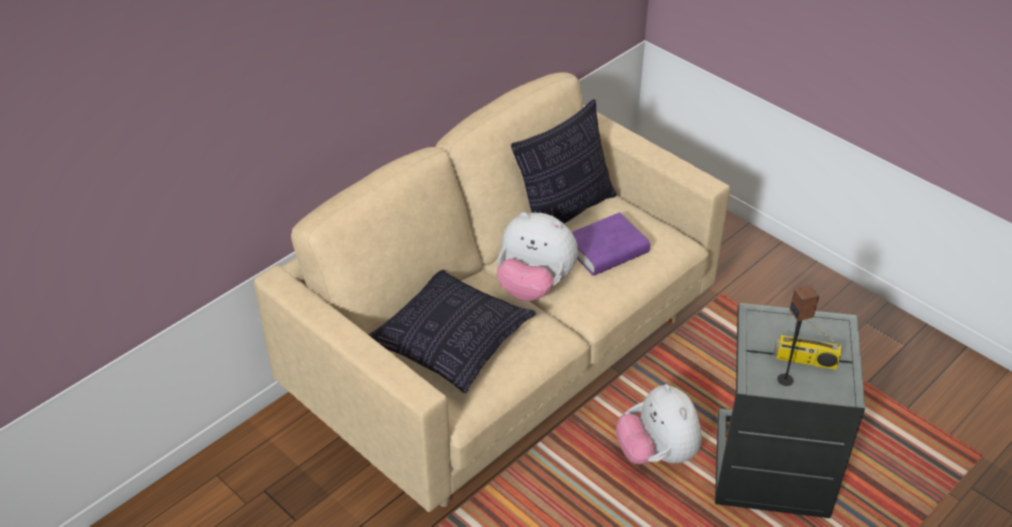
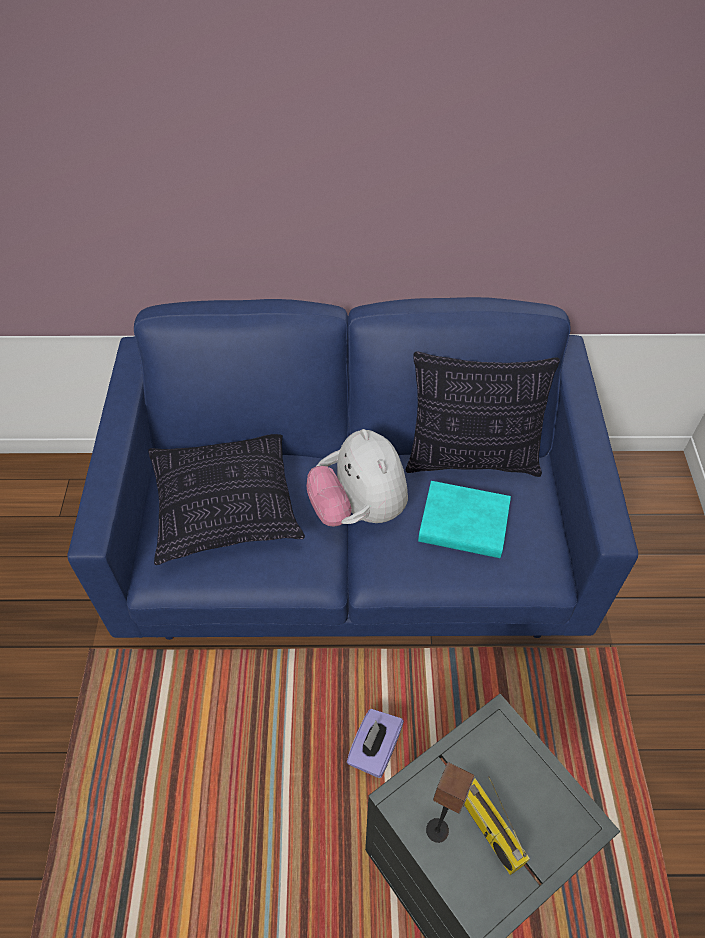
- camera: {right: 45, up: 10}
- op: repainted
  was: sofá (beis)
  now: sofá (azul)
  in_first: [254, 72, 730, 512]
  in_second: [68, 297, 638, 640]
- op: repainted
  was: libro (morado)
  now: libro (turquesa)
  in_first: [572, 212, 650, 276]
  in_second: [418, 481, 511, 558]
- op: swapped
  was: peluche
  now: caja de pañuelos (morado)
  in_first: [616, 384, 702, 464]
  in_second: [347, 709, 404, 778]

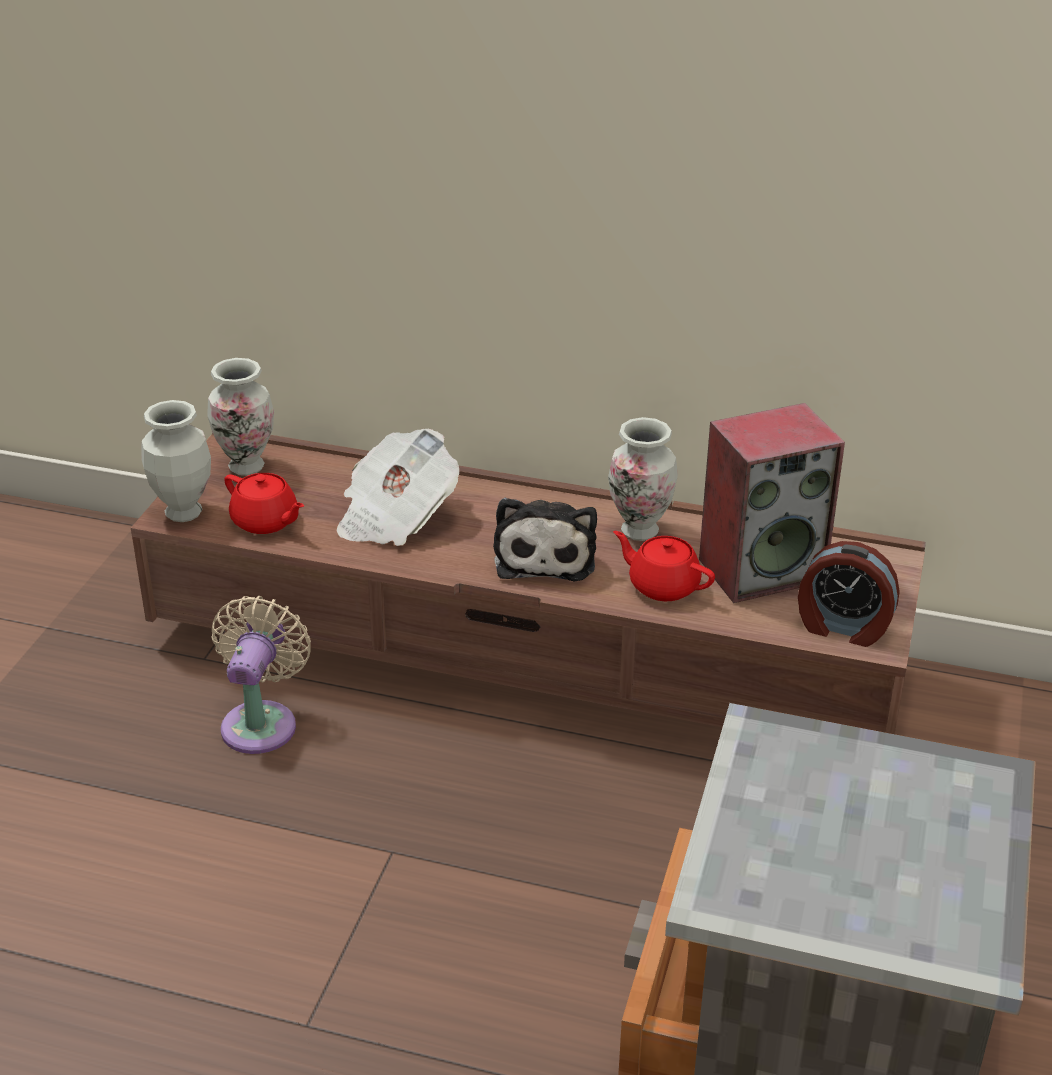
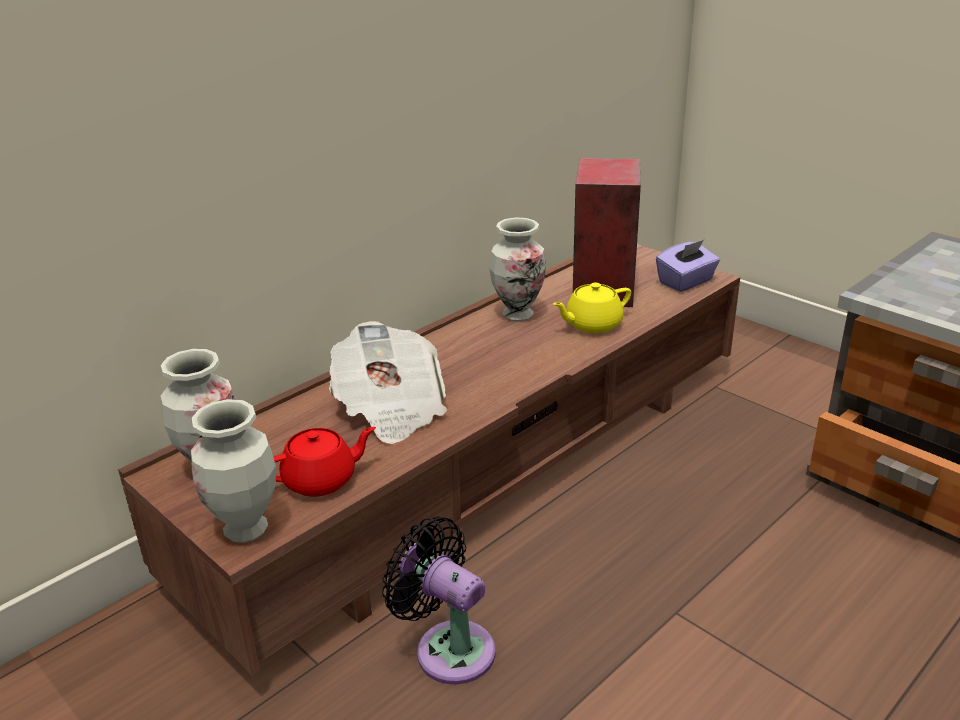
- camera: {right: -60, up: -5}
- op: repainted
  was: ventilador (beis)
  now: ventilador (negro)
  in_first: [212, 596, 311, 754]
  in_second: [382, 516, 496, 684]
- op: gone
  was: peluche
  in_first: [493, 498, 597, 582]
- op: repainted
  was: tetera (rojo)
  now: tetera (amarillo)
  in_first: [613, 531, 715, 601]
  in_second: [553, 282, 631, 333]
- op: swapped
  was: despertador
  now: caja de pañuelos (morado)
  in_first: [798, 541, 900, 647]
  in_second: [656, 240, 720, 292]

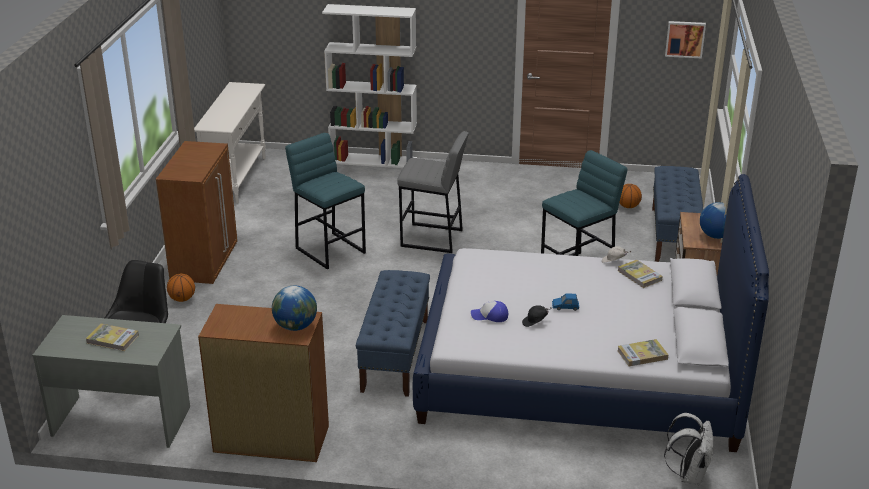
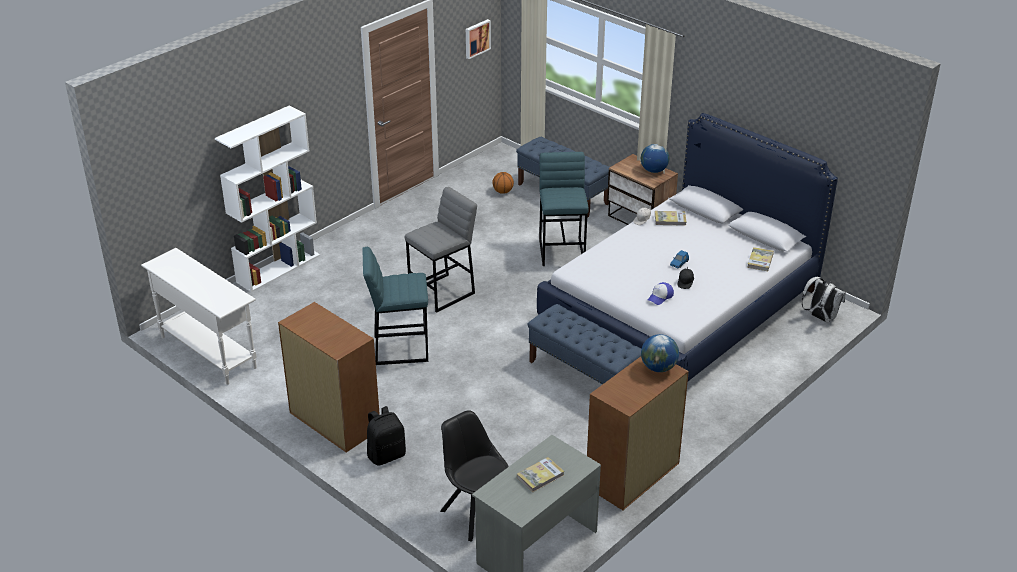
- camera: {right: -55, up: 5}
- op: swapped
  was: balón de baloncesto
  now: mochila (negro)
  in_first: [167, 274, 195, 302]
  in_second: [367, 406, 406, 466]

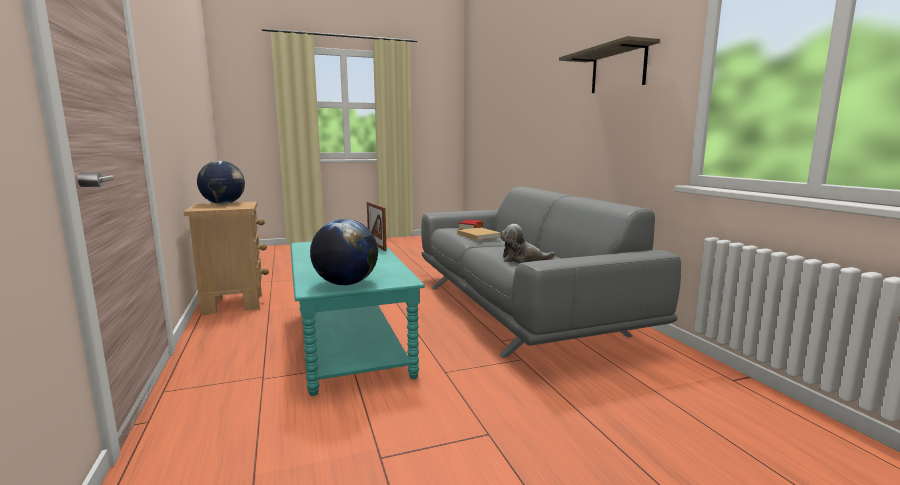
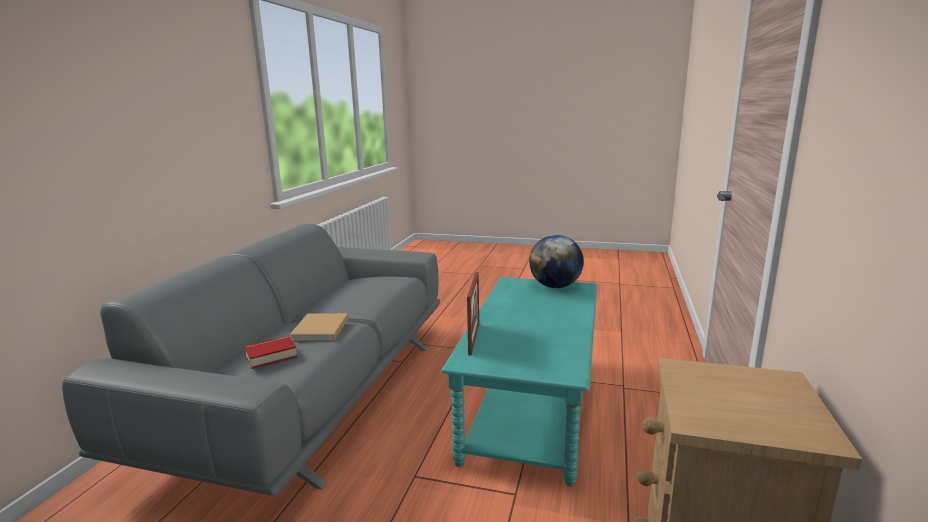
- camera: {right: -145, up: 5}
- op: gone
  was: globo terráqueo
  in_first: [197, 161, 245, 204]
- op: gone
  was: peluche
  in_first: [500, 224, 555, 263]
- op: gone
  was: estante
  in_first: [559, 36, 660, 93]

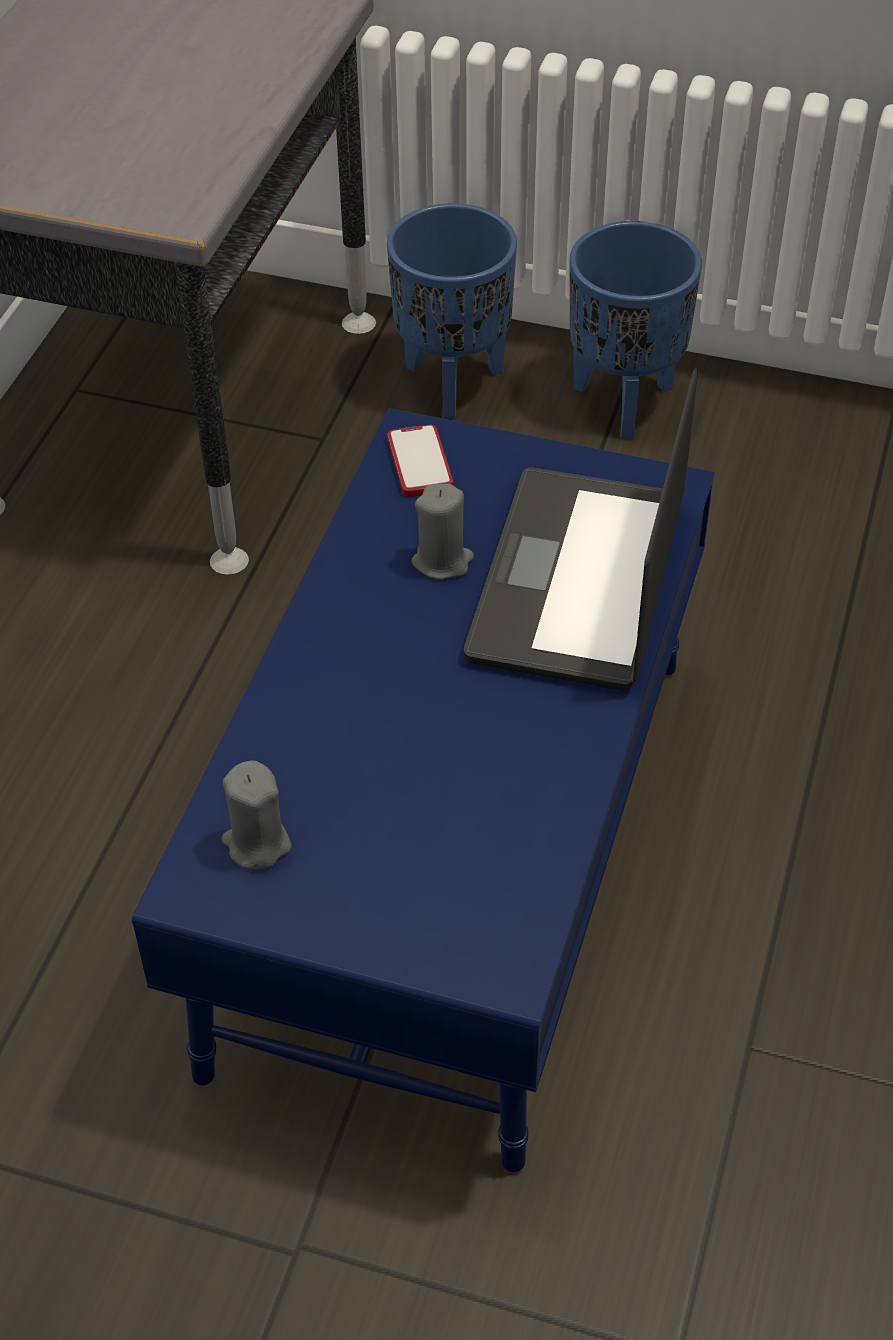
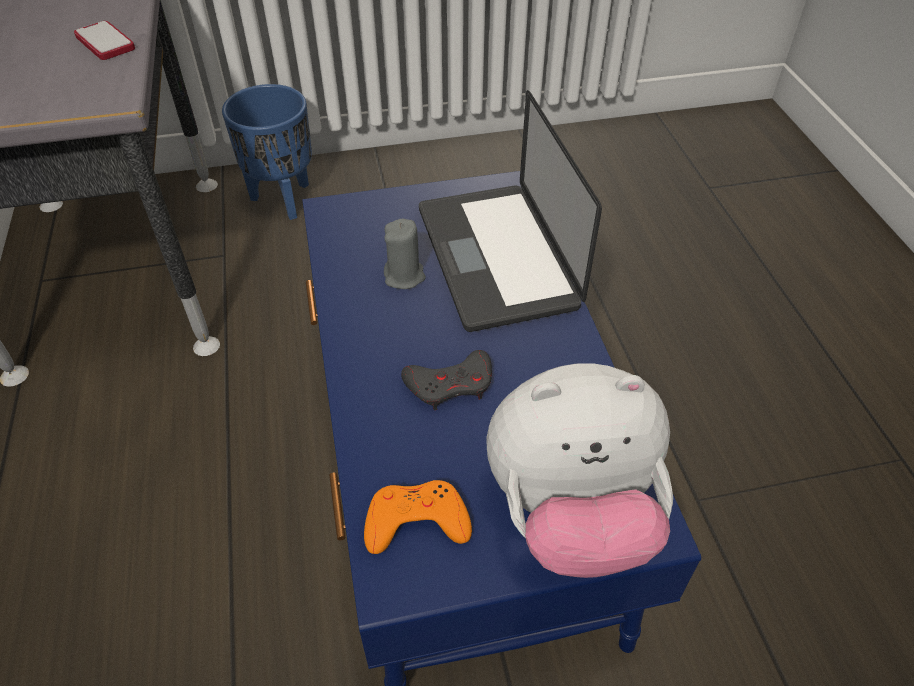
- camera: {right: -30, up: 0}
- op: swapped
  was: vela (gris)
  now: mando de consola (naranja)
  in_first: [222, 761, 291, 870]
  in_second: [364, 480, 472, 554]
- op: shifted
  was: móvil
  in_first: [387, 425, 453, 497]
  in_second: [74, 21, 135, 60]
- op: gone
  was: maceta (azul)
  in_first: [569, 221, 702, 438]
- op: new
  now: mando de consola (gris)
  in_second: [401, 350, 492, 410]
- op: new
  now: peluche
  in_second: [487, 363, 673, 578]

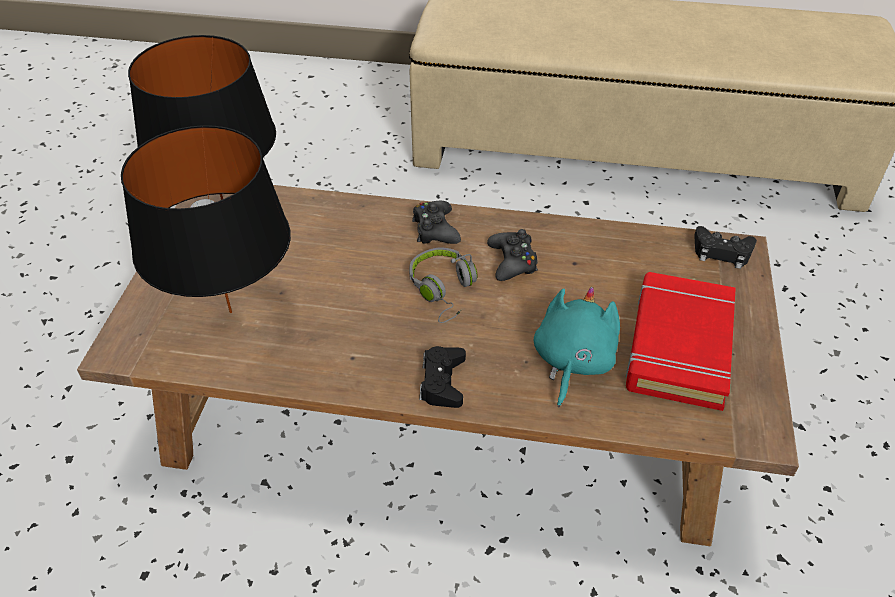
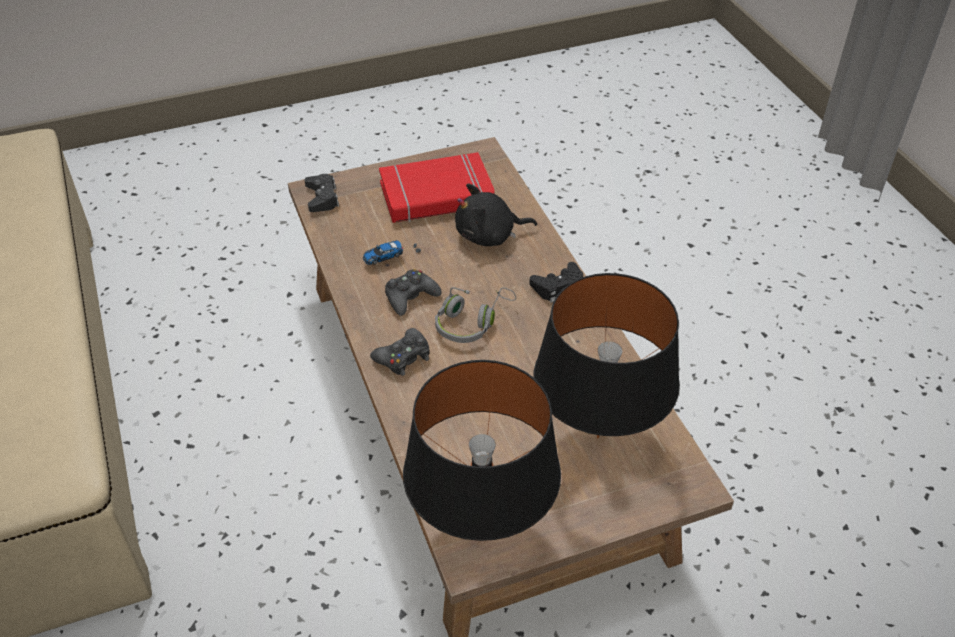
- camera: {right: -120, up: 0}
- op: repainted
  was: peluche (turquesa)
  now: peluche (negro)
  in_first: [533, 287, 620, 407]
  in_second: [455, 183, 537, 246]
- op: new
  now: coche de juguete
  in_second: [363, 240, 421, 265]

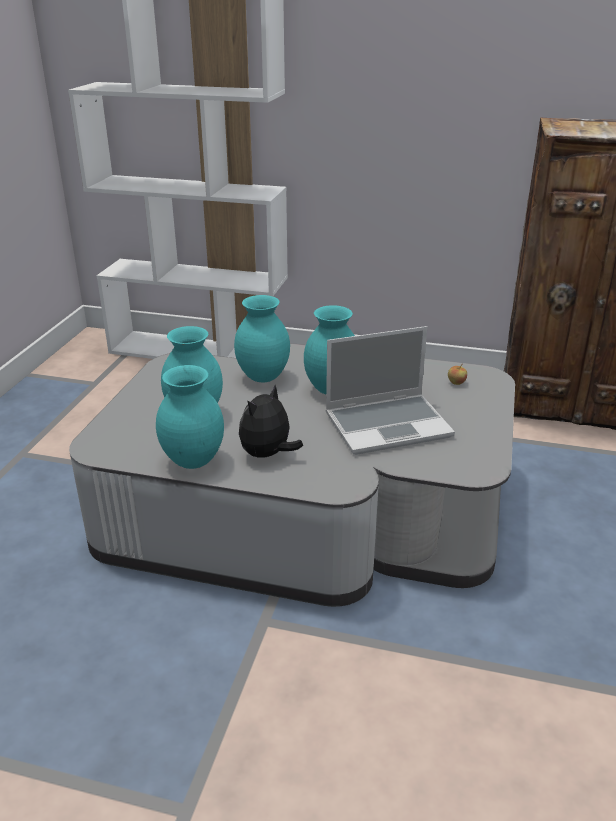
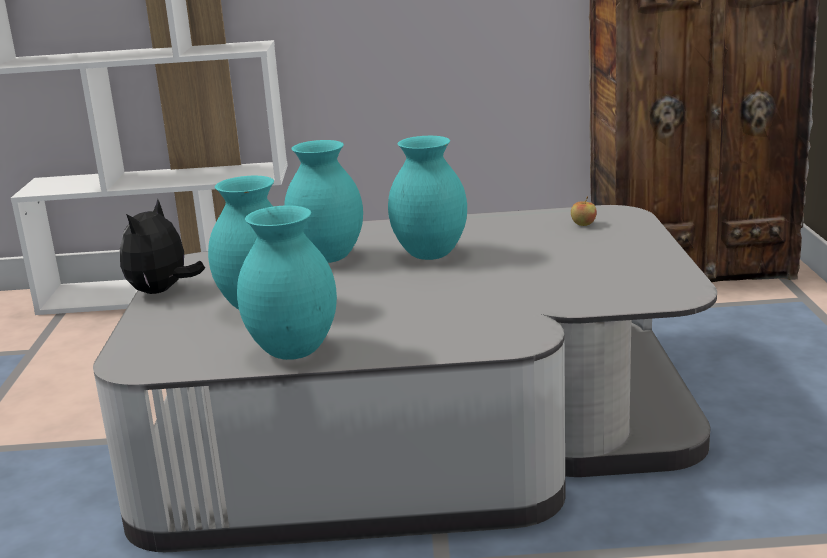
- camera: {right: -15, up: -10}
- op: shifted
  was: peluche
  in_first: [239, 385, 303, 458]
  in_second: [120, 199, 205, 294]
- op: gone
  was: portátil
  in_first: [326, 326, 455, 455]

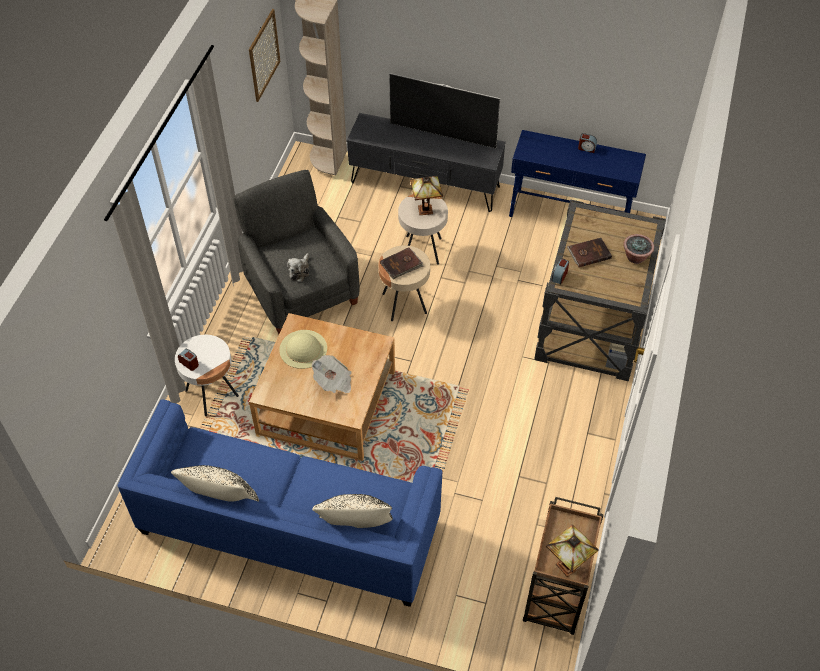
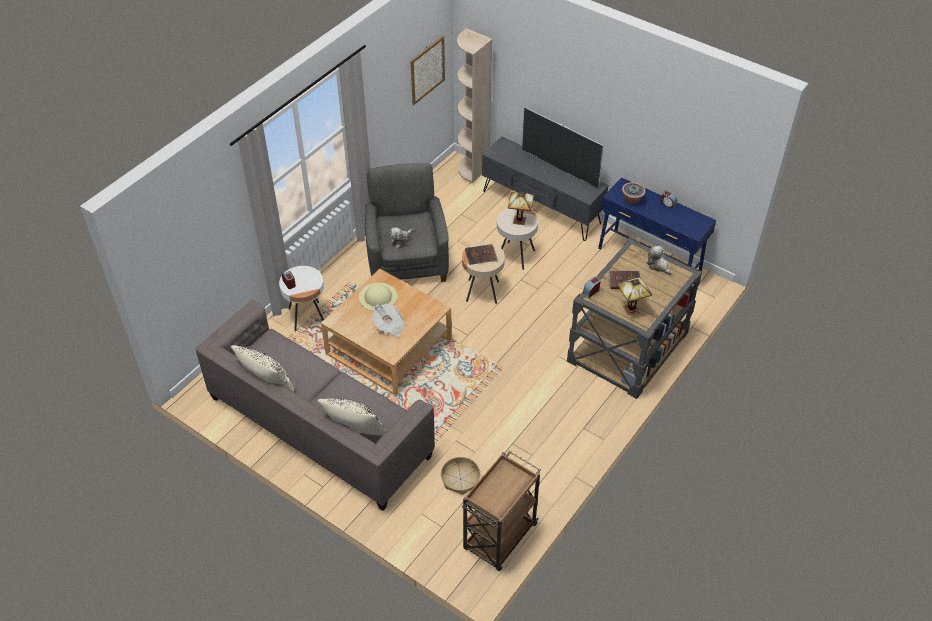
- camera: {right: 20, up: -5}
- op: repainted
  was: sofá (azul)
  now: sofá (gris)
  in_first: [117, 400, 443, 607]
  in_second: [195, 299, 435, 511]
- op: shifted
  was: lámpara de mesa
  in_first: [546, 524, 599, 577]
  in_second: [617, 277, 652, 315]
- op: shifted
  was: planta en maceta
  in_first: [623, 234, 654, 264]
  in_second: [622, 182, 646, 205]
- op: new
  now: cesta
  in_second: [441, 457, 480, 495]
- op: new
  now: peluche
  in_second: [646, 246, 672, 275]

